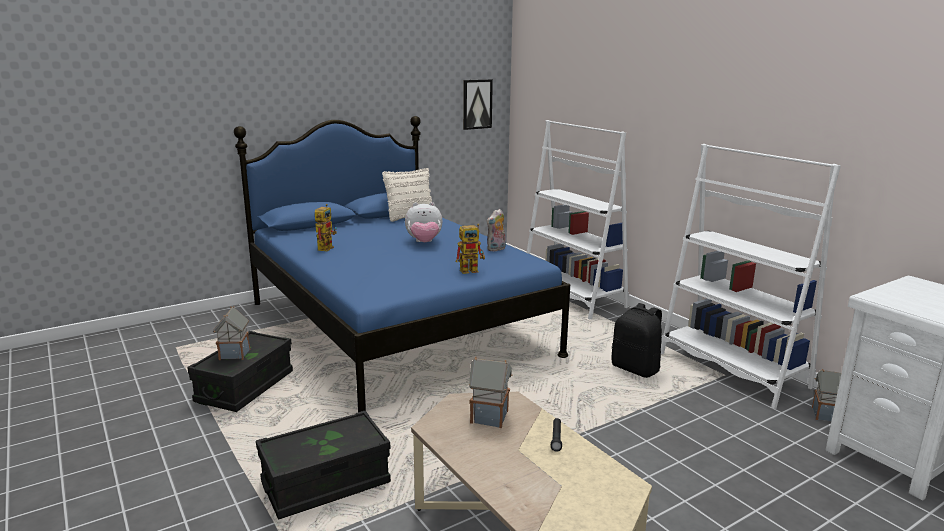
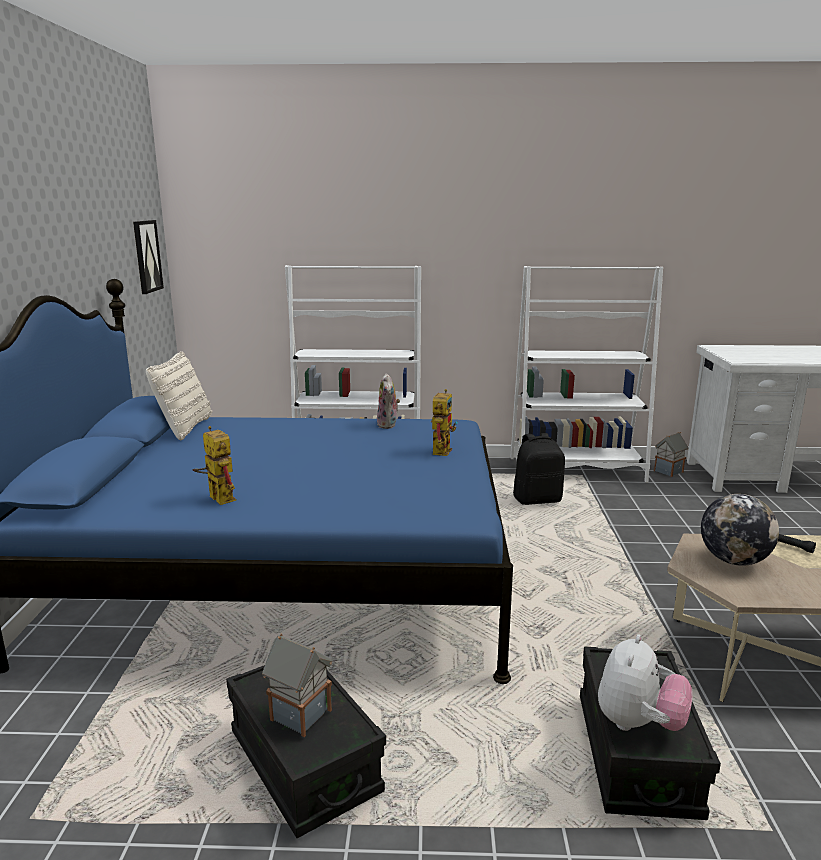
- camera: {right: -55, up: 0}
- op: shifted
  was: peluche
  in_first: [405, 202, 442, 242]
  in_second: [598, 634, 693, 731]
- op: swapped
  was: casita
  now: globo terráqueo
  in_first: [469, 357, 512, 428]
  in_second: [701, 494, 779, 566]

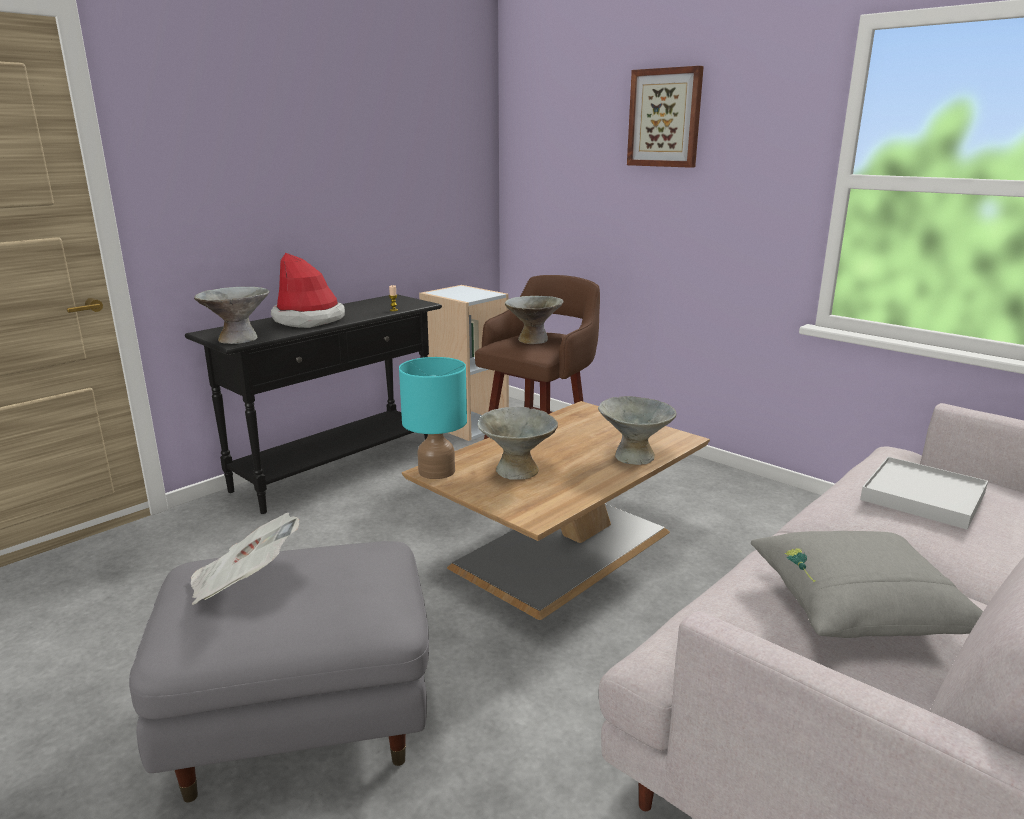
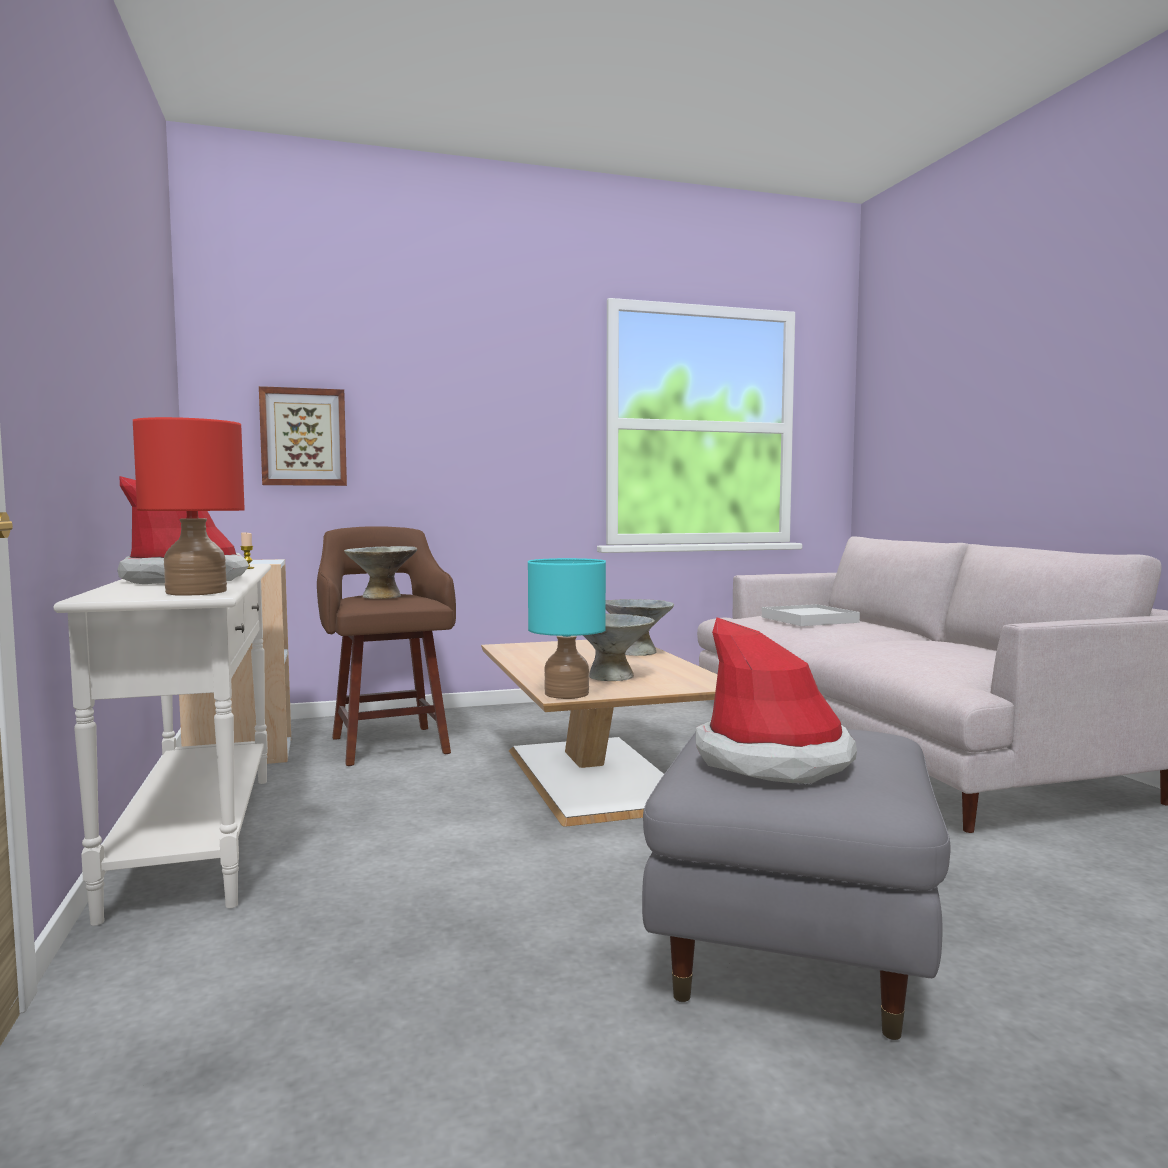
- camera: {right: -60, up: -15}
- op: repainted
  was: mesa consola (negro)
  now: mesa consola (blanco)
  in_first: [185, 294, 442, 514]
  in_second: [54, 564, 271, 926]
- op: swapped
  was: periódico
  now: sombrero
  in_first: [191, 513, 299, 605]
  in_second: [696, 617, 857, 784]
- op: swapped
  was: cuenco (gris)
  now: lámpara de mesa (rojo)
  in_first: [194, 287, 269, 344]
  in_second: [133, 417, 245, 596]
- op: shifted
  was: cuadro
  in_first: [627, 66, 704, 168]
  in_second: [259, 386, 347, 486]
- op: gone
  was: cojín (gris)
  in_first: [751, 531, 983, 638]

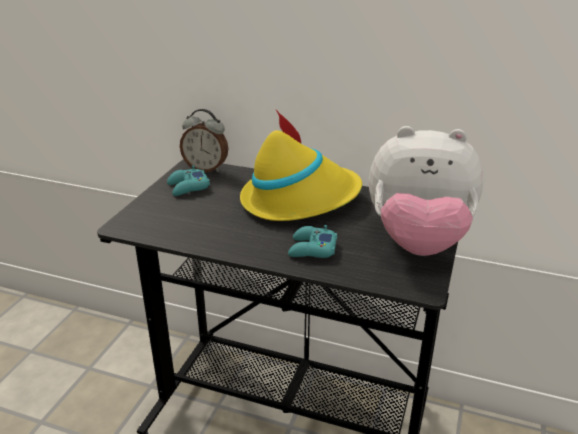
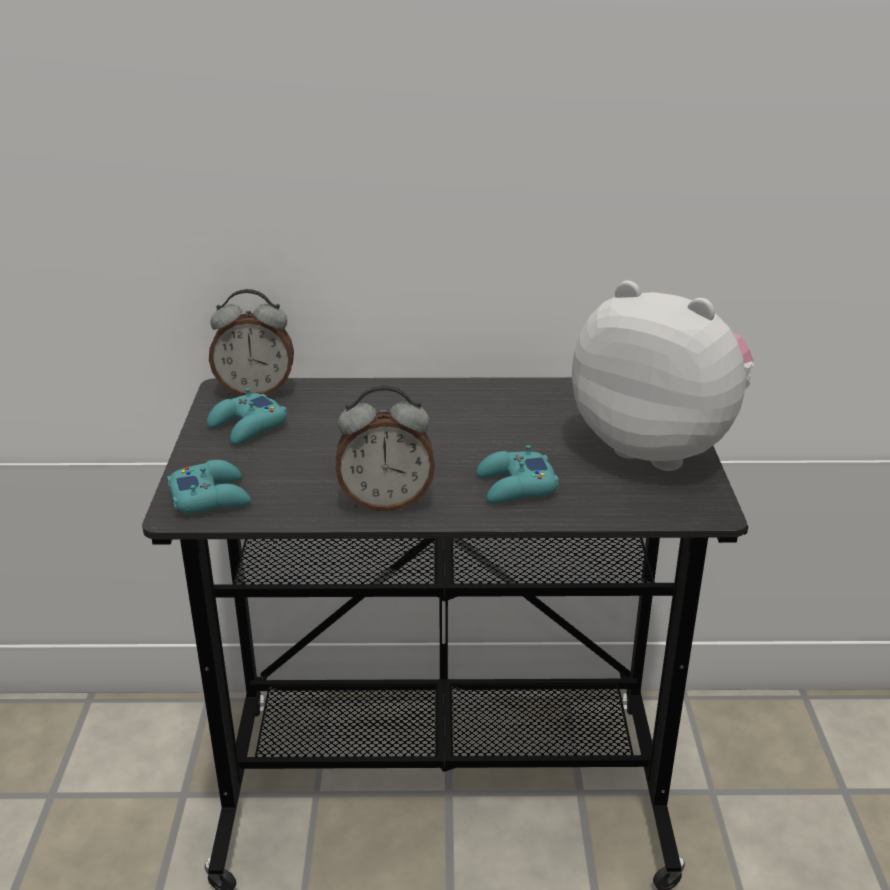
- camera: {right: -20, up: 0}
- op: gone
  was: sombrero (amarillo)
  in_first: [240, 110, 362, 221]
- op: rotated
  was: peluche
  in_first: [369, 126, 484, 256]
  in_second: [572, 281, 754, 471]
  clockwise: -135
- op: new
  now: mando de consola (turquesa)
  in_second: [167, 460, 251, 513]
- op: new
  now: despertador
  in_second: [335, 385, 435, 512]

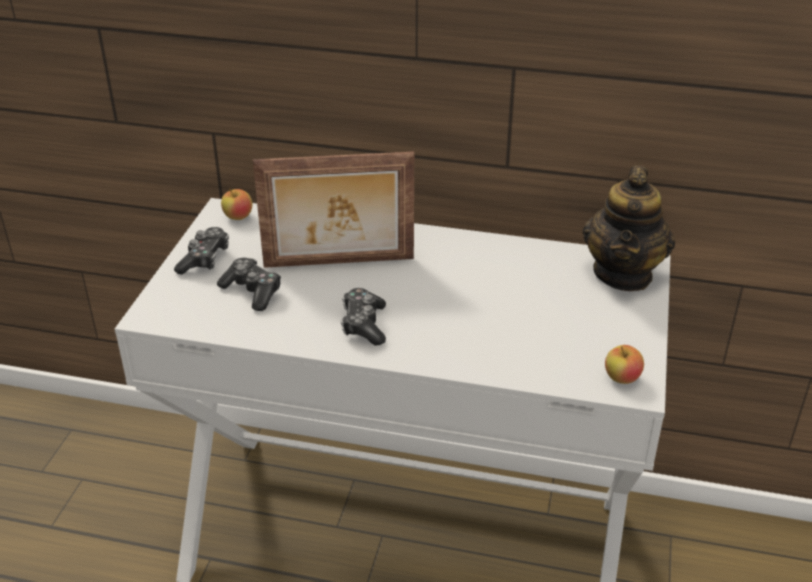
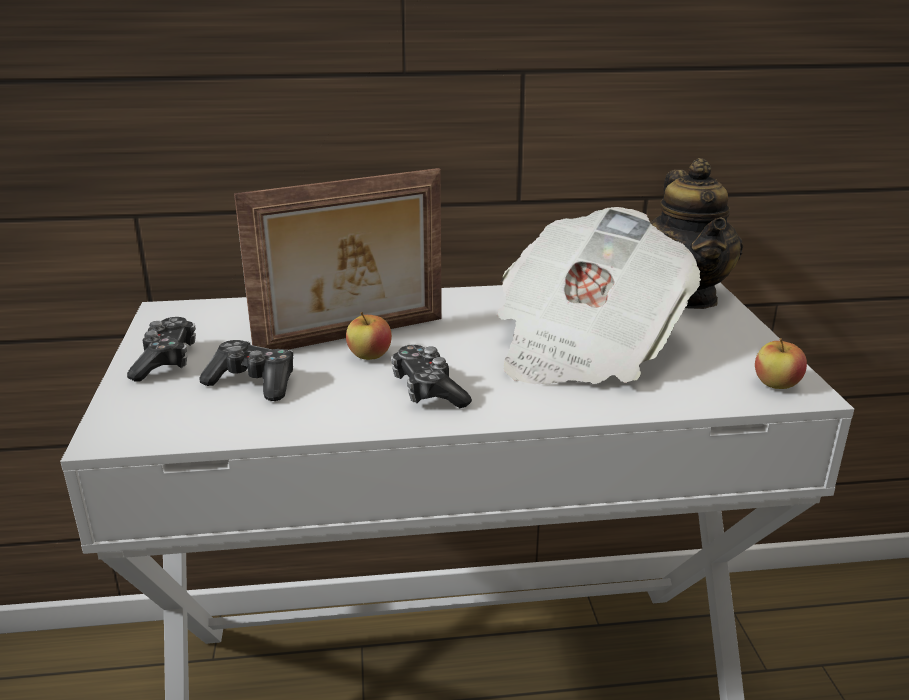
- camera: {right: -20, up: -10}
- op: shifted
  was: manzana
  in_first: [221, 188, 252, 220]
  in_second: [346, 312, 392, 360]
- op: new
  now: periódico
  in_second: [497, 207, 701, 384]

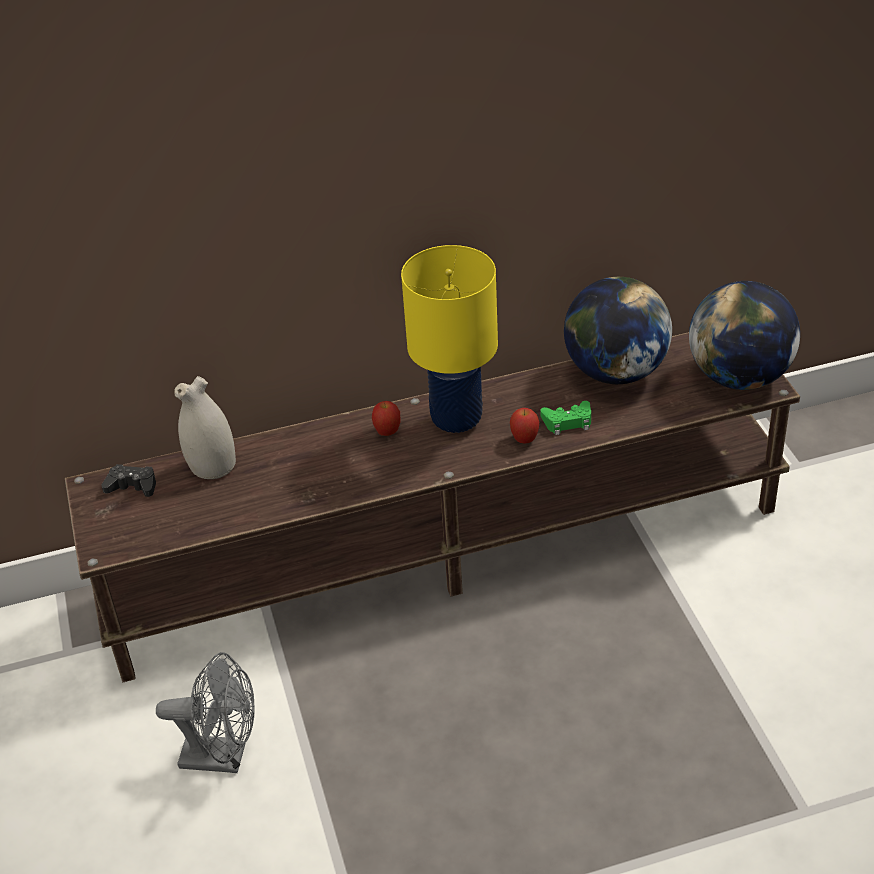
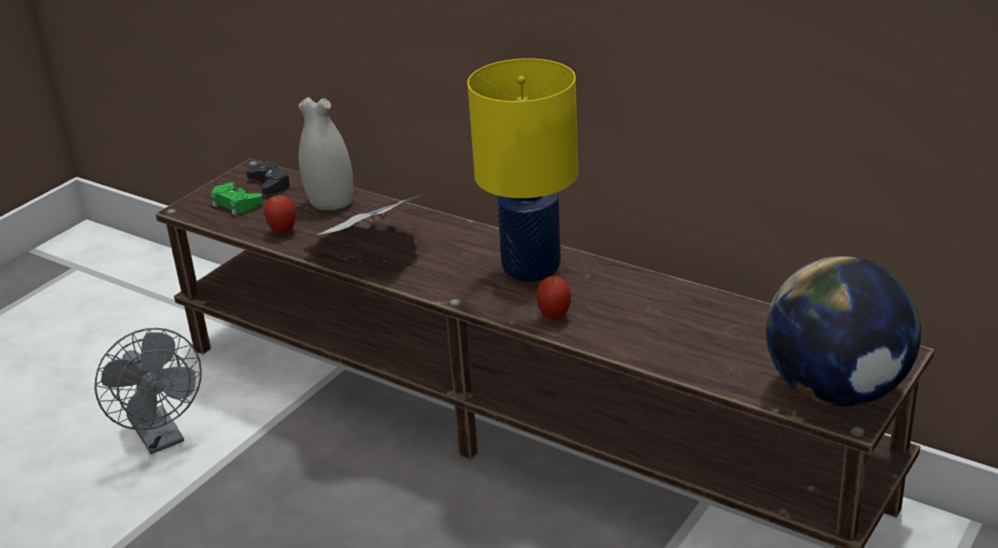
- camera: {right: 50, up: -10}
- op: shifted
  was: manzana
  in_first: [372, 401, 400, 436]
  in_second: [264, 195, 296, 234]
- op: shifted
  was: mando de consola (verde)
  in_first: [540, 401, 591, 435]
  in_second: [211, 182, 263, 215]
- op: gone
  was: globo terráqueo
  in_first: [564, 277, 672, 384]
- op: new
  now: periódico
  in_second: [308, 195, 421, 239]

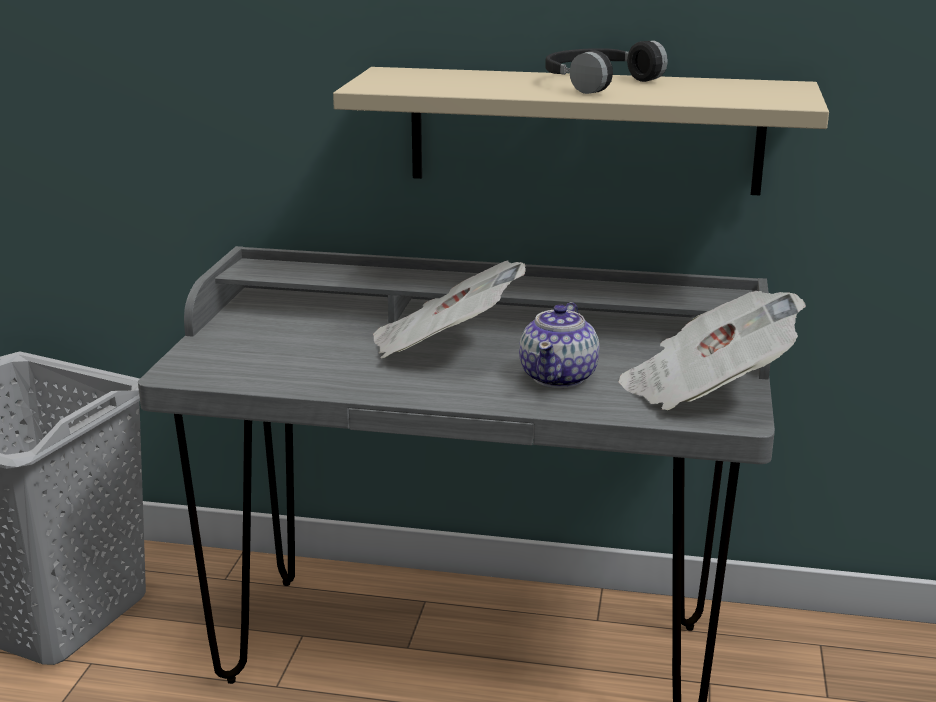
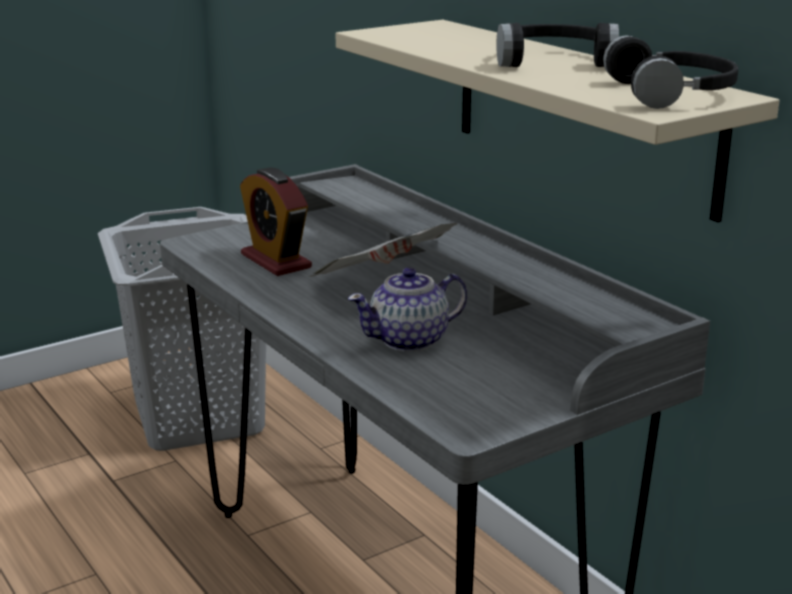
- camera: {right: 45, up: 0}
- op: gone
  was: periódico
  in_first: [618, 291, 806, 410]
- op: new
  now: despertador
  in_second: [240, 168, 312, 276]
- op: new
  now: auriculares (negro)
  in_second: [603, 35, 738, 109]

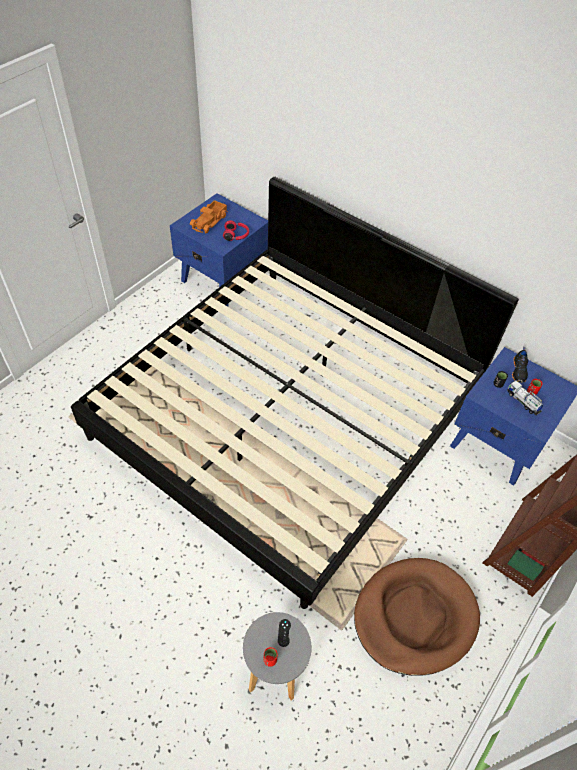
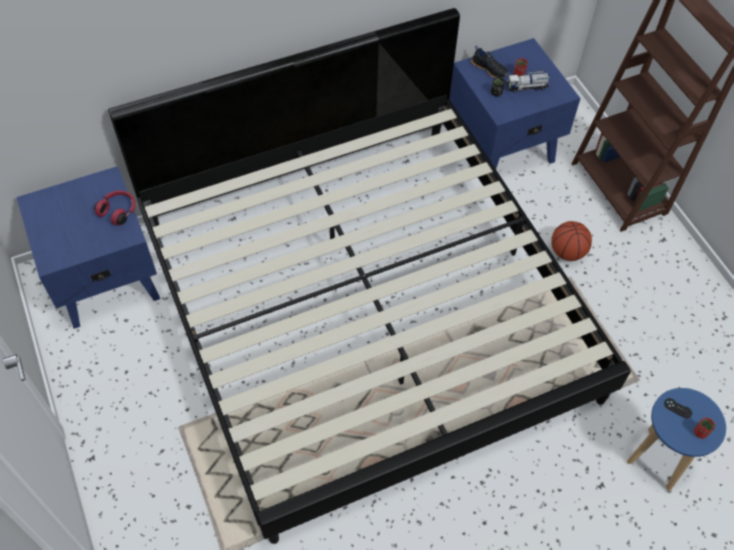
- camera: {right: -60, up: 5}
- op: gone
  was: camión de juguete
  in_first: [190, 200, 227, 233]
- op: repainted
  was: taburete (gris)
  now: taburete (azul)
  in_first: [243, 612, 312, 700]
  in_second: [627, 388, 726, 491]
- op: gone
  was: cama para perro (marrón)
  in_first: [354, 558, 480, 676]
- op: new
  now: balón de baloncesto
  in_second: [552, 221, 592, 261]

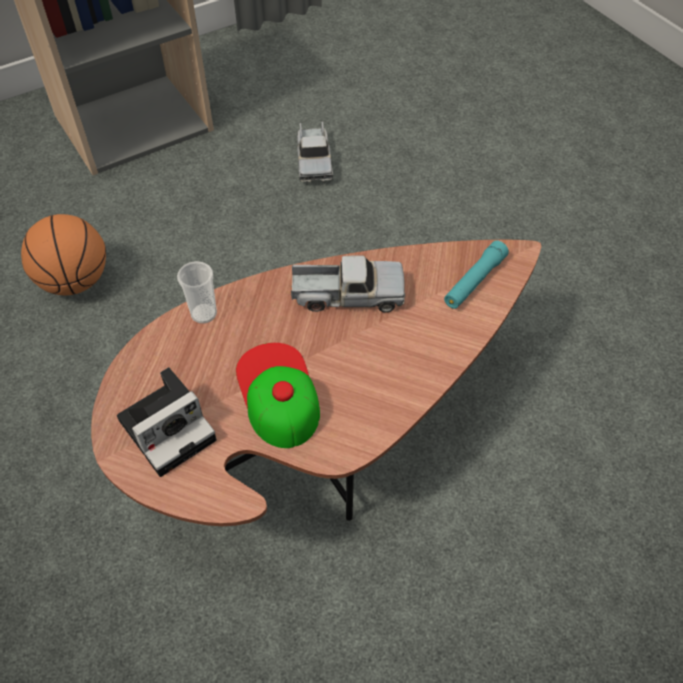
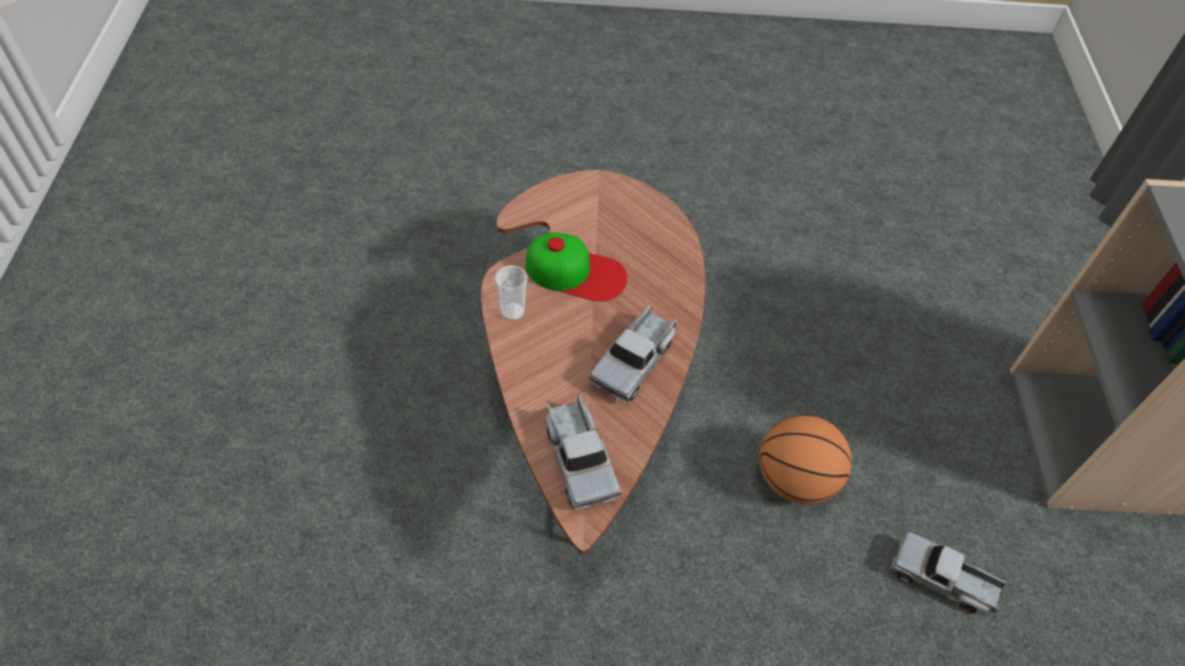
- camera: {right: 120, up: 0}
- op: shifted
  was: balón de baloncesto
  in_first: [21, 214, 106, 295]
  in_second: [759, 415, 852, 504]
- op: gone
  was: cámara
  in_first: [117, 367, 217, 477]
- op: shifted
  was: taza
  in_first: [177, 261, 217, 324]
  in_second: [495, 265, 527, 321]
- op: swapped
  was: linterna (turquesa)
  now: camión de juguete
  in_first: [444, 240, 509, 309]
  in_second: [545, 395, 622, 510]

